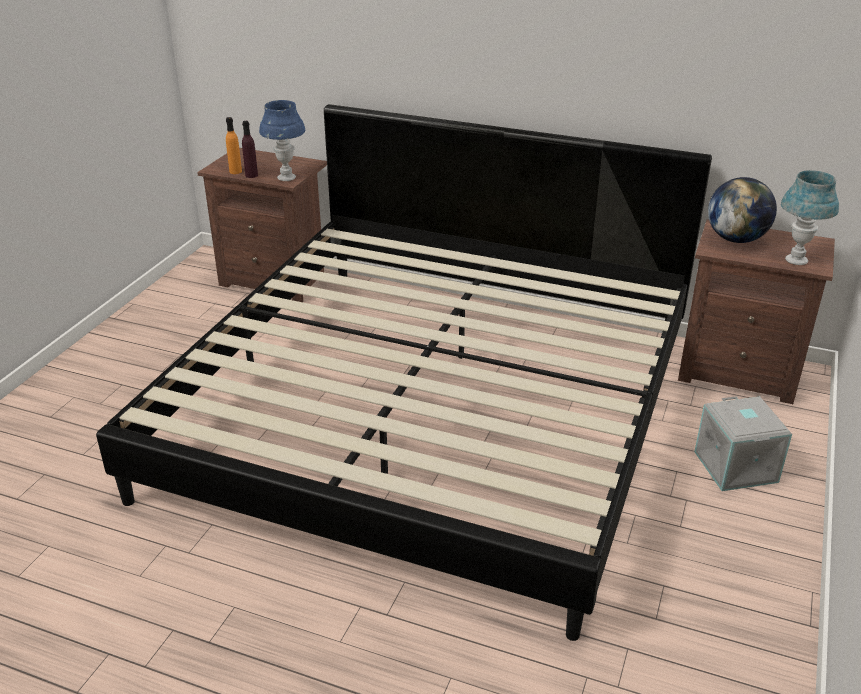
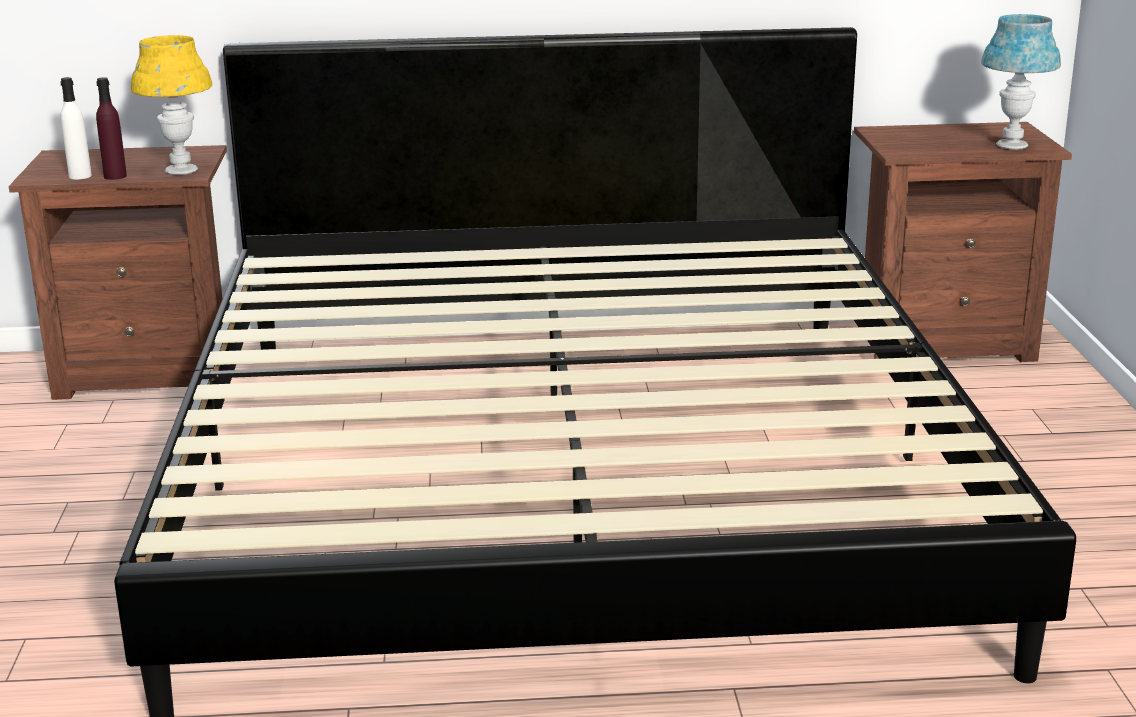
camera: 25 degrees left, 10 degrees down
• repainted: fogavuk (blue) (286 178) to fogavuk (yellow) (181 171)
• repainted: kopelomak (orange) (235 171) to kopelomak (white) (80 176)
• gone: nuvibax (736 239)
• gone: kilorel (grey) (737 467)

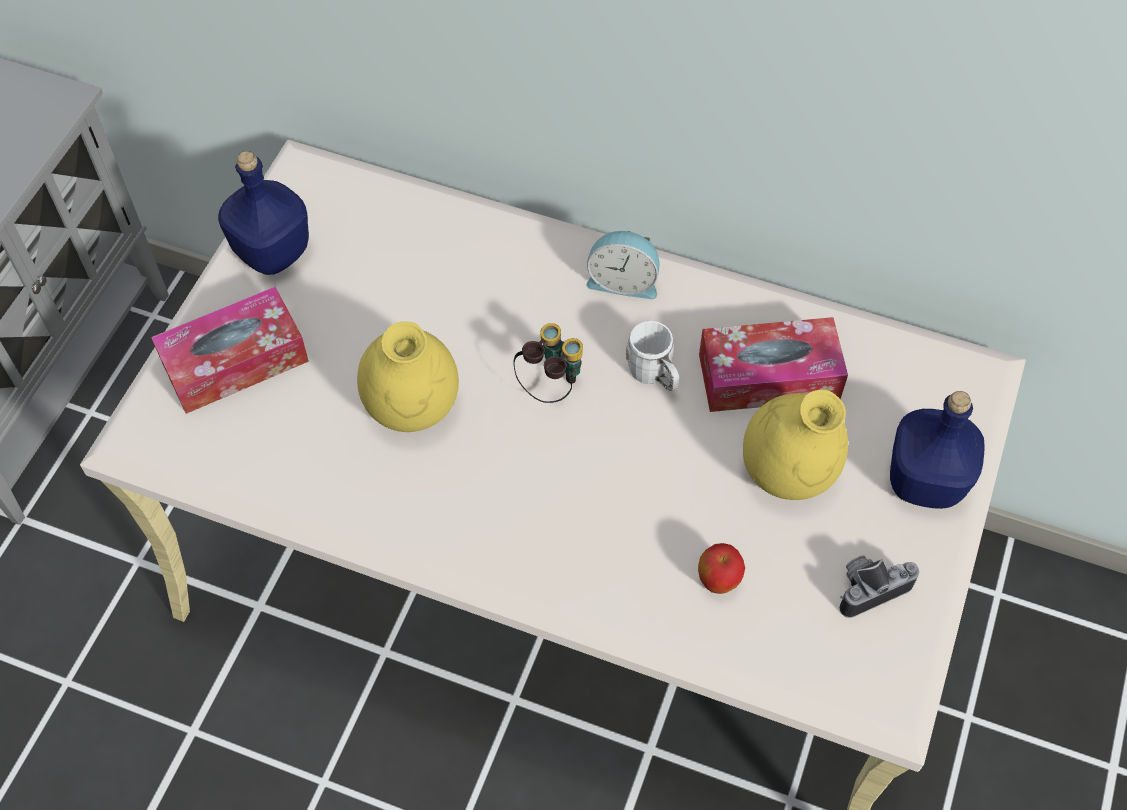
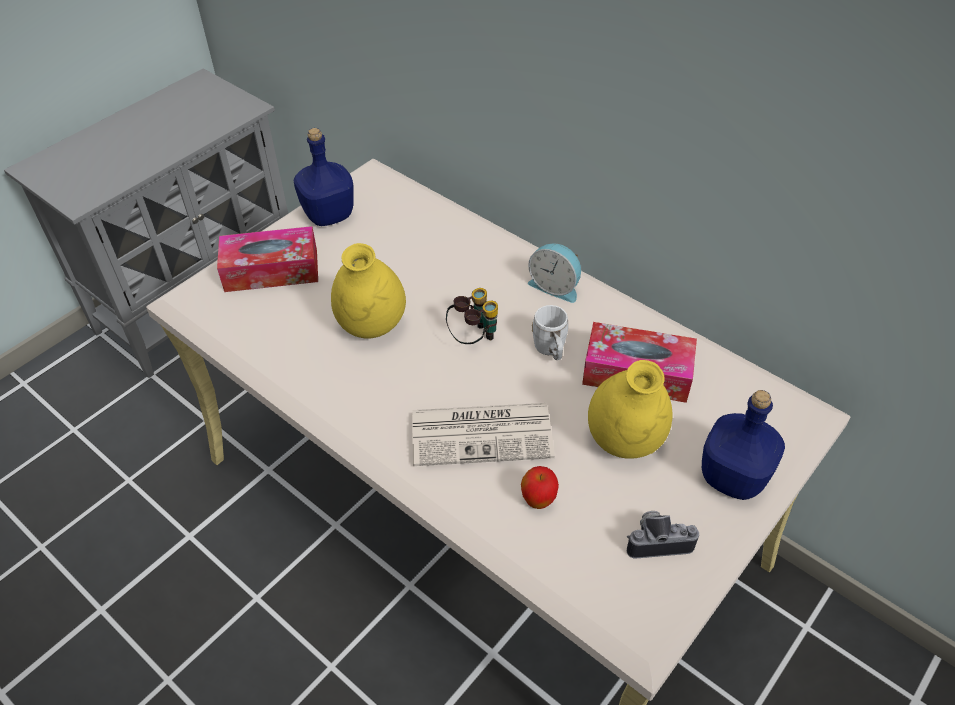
camera: 20 degrees right, 10 degrees down
• new: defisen (483 433)

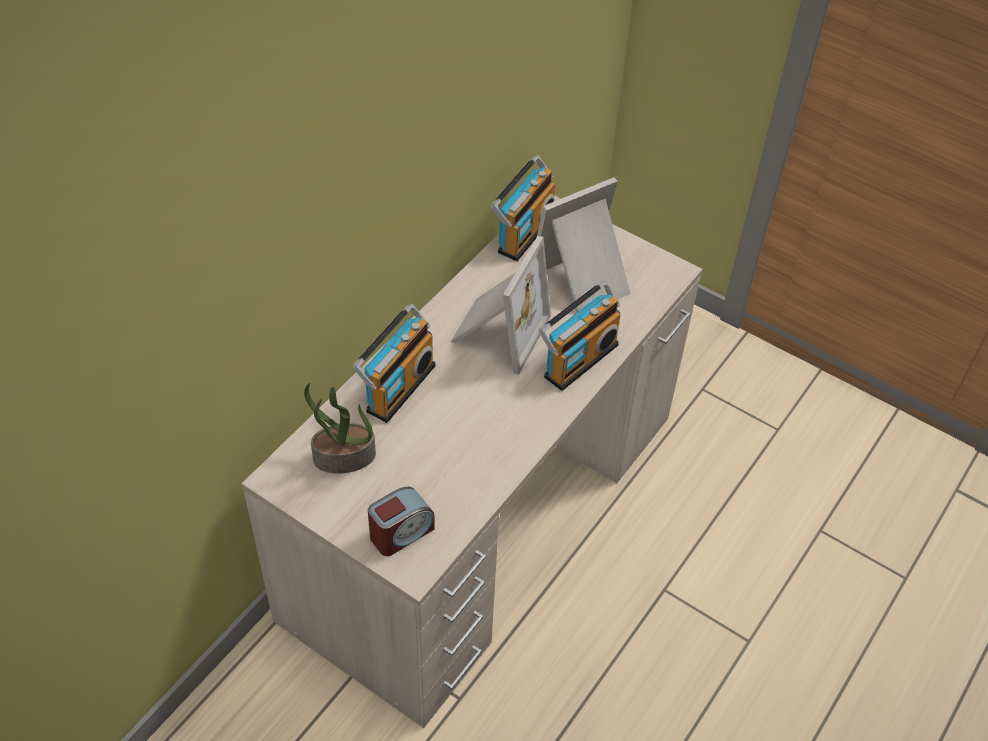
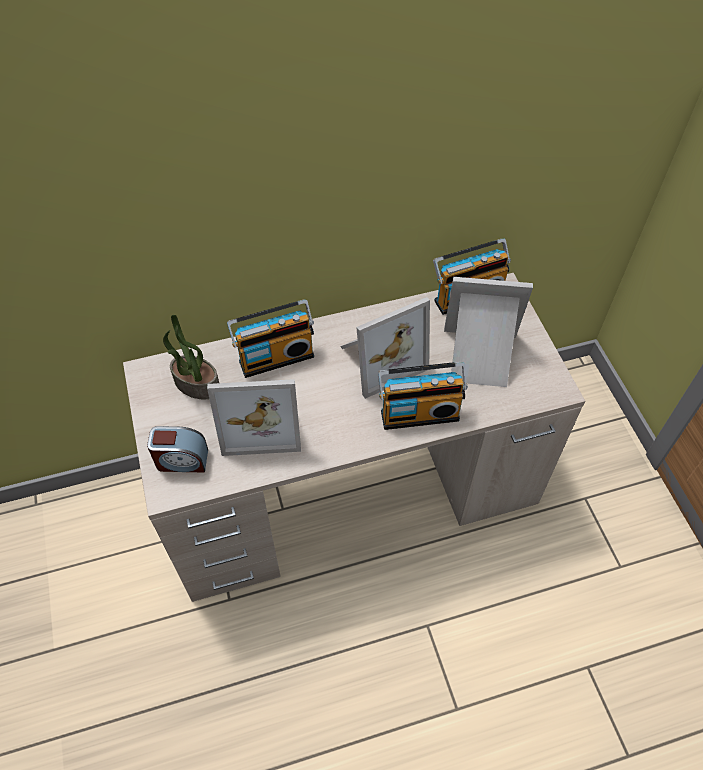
camera: 40 degrees right, 5 degrees up
• new: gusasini (261 421)

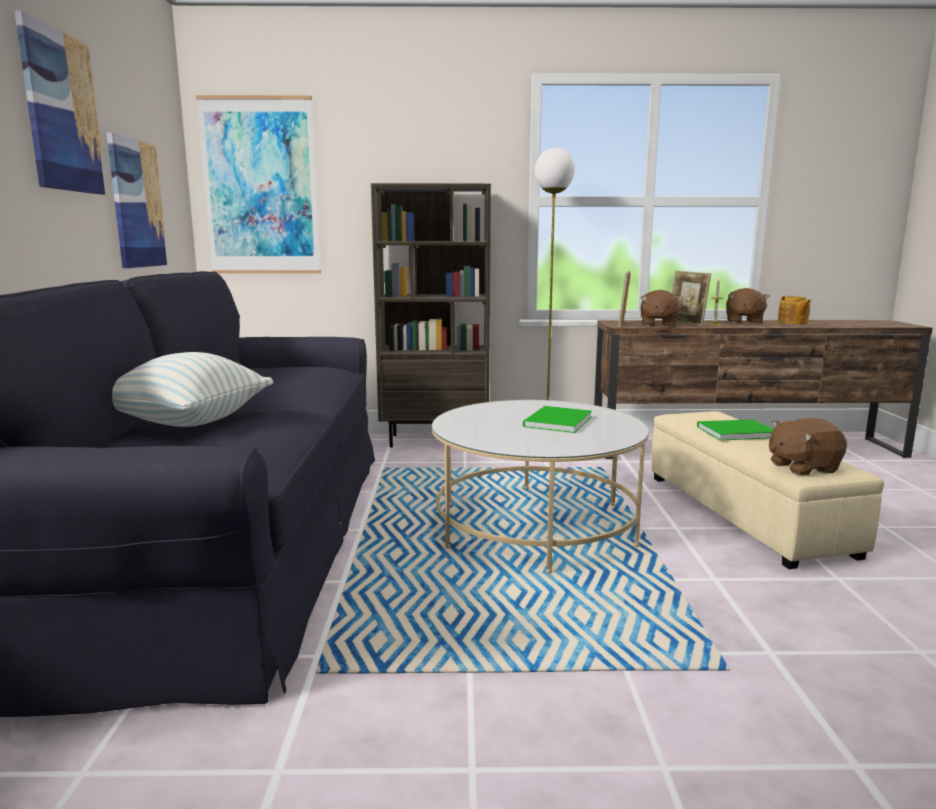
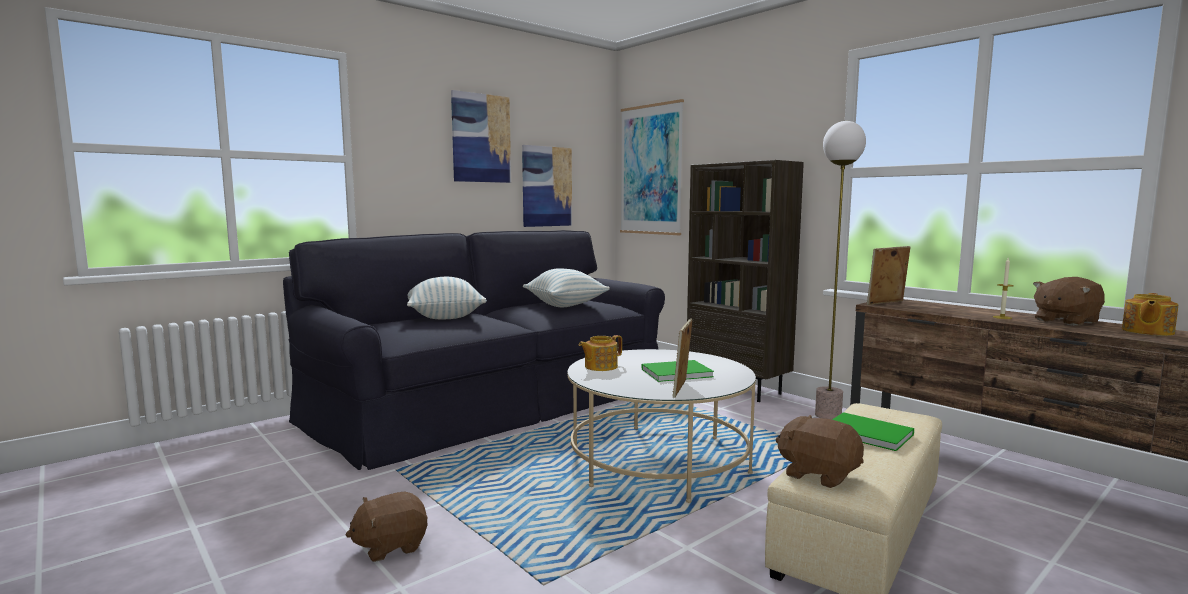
camera: 50 degrees right, 5 degrees down
• shifted: gusasini (686 323) to (681 389)
• shifted: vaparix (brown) (658 325) to (390 546)
• new: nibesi (565 305)
• new: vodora (600 367)

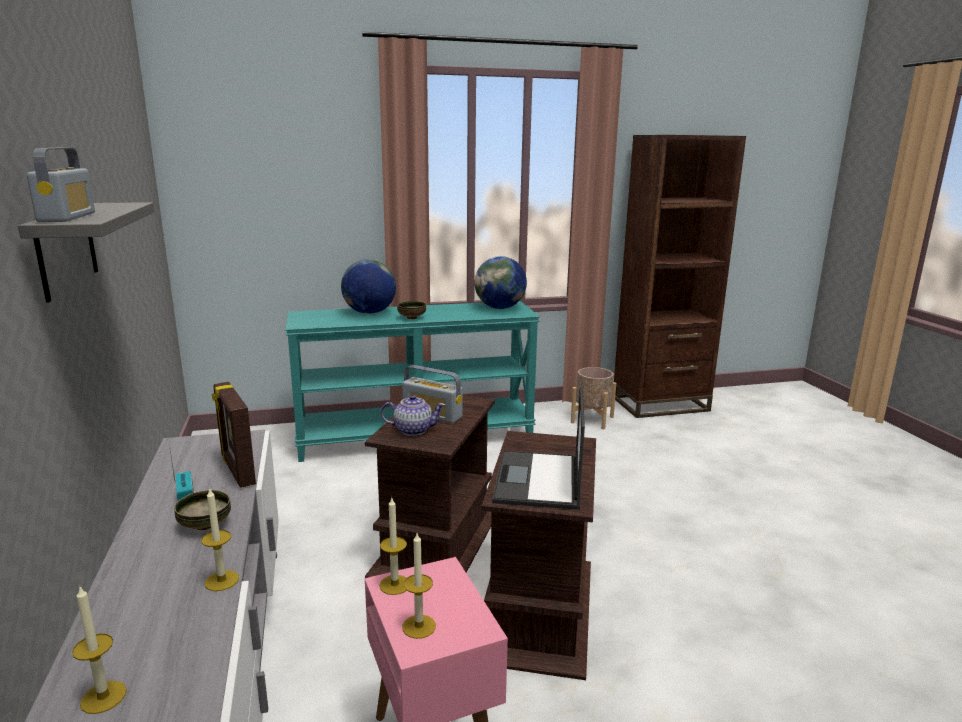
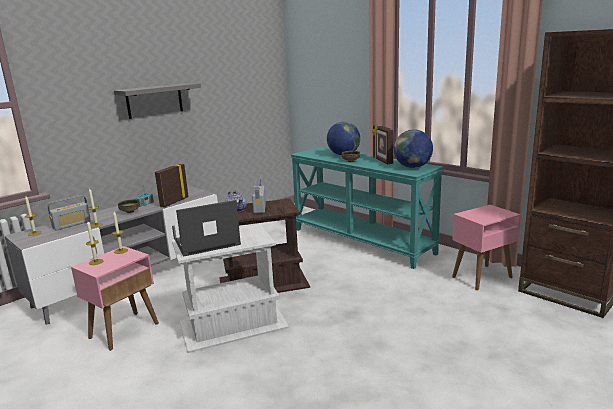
camera: 60 degrees right, 0 degrees up
• shifted: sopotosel (67 217) to (72 224)
• swapped: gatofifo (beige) (592 419) to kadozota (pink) (481 277)
• repainted: kadozota (brown) (538 607) to kadozota (white) (234 324)
• new: gusasini (382 161)

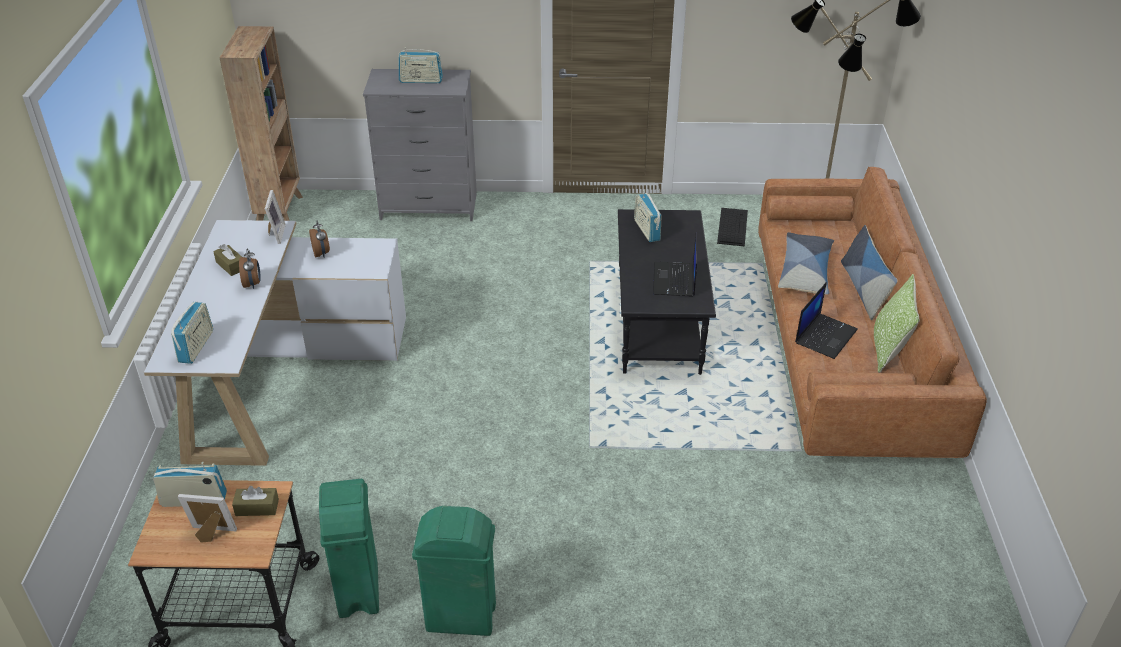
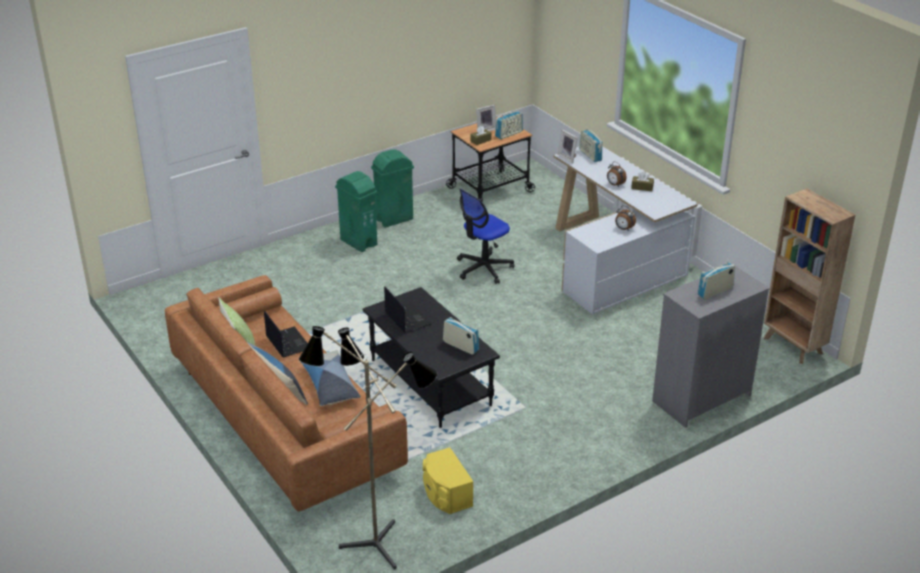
camera: 145 degrees right, 5 degrees down
• shifted: gusasini (275 234) to (568 157)
• swapped: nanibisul (732 226) to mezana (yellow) (445 494)
• rotated: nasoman (825 336) = (287 342) 150 degrees clockwise
• shifted: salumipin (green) (358 591) to (358 242)
• new: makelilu (483 268)

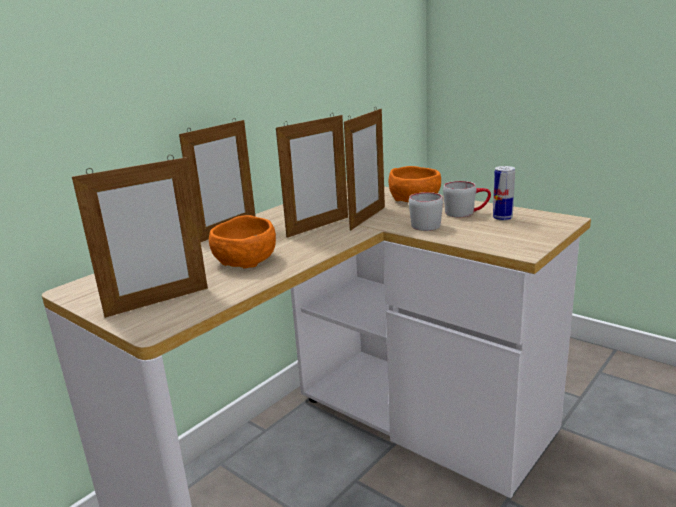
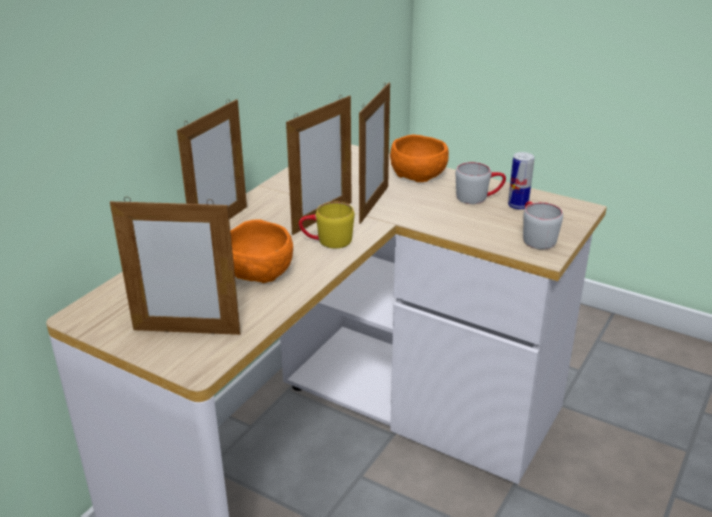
camera: 10 degrees left, 10 degrees up
• rotated: gusasini (158 302) = (186 331) 45 degrees clockwise
• shifted: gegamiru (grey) (423 223) to (535 237)
• new: gegamiru (yellow) (327 241)

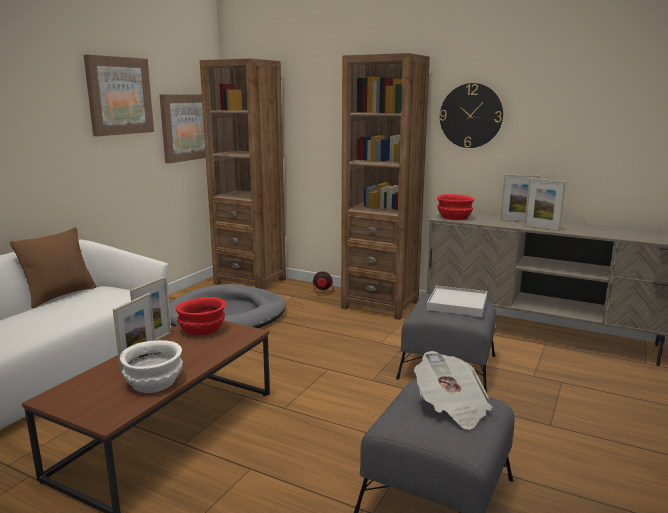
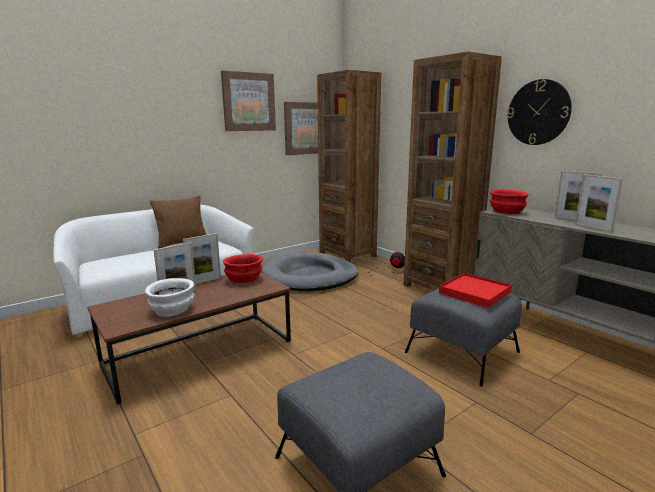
camera: 25 degrees right, 0 degrees up
• repainted: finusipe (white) (457 304) to finusipe (red) (475 292)
• gone: defisen (451 407)

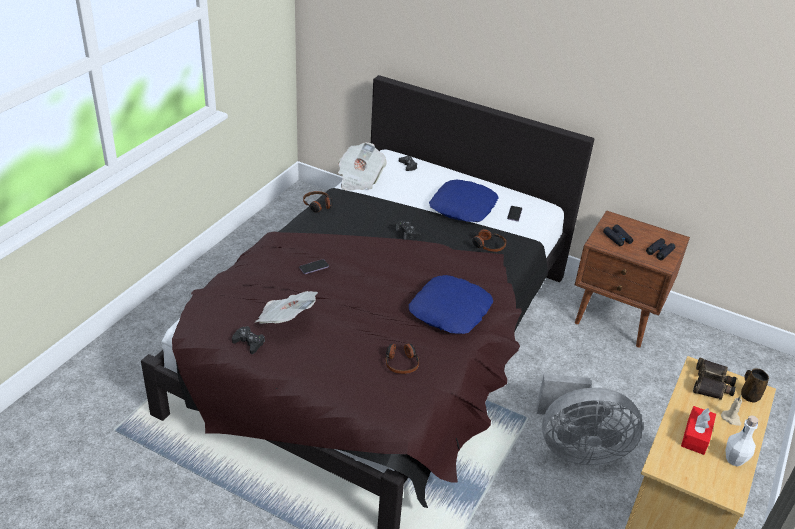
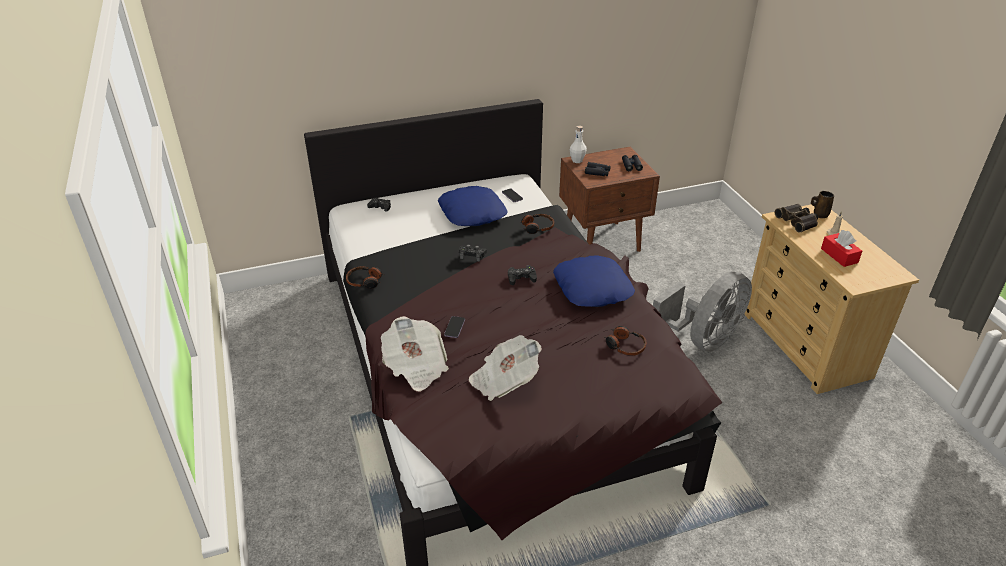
camera: 45 degrees left, 0 degrees up
• shifted: defisen (359 179) to (416 367)
• shifted: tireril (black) (249 343) to (521 278)
• shifted: kopelomak (white) (734 459) to (577 160)

